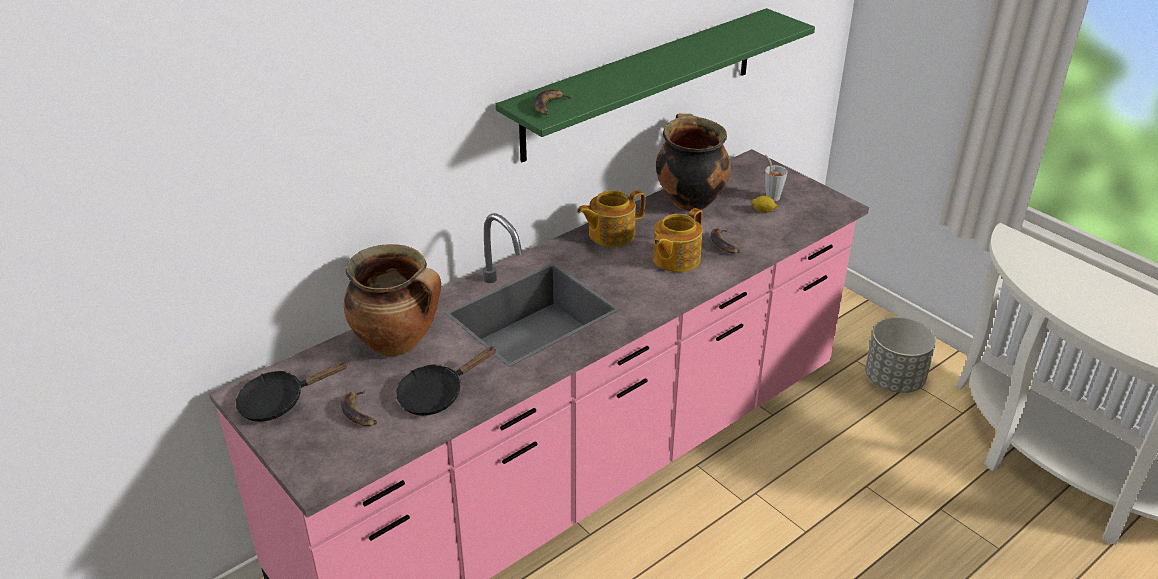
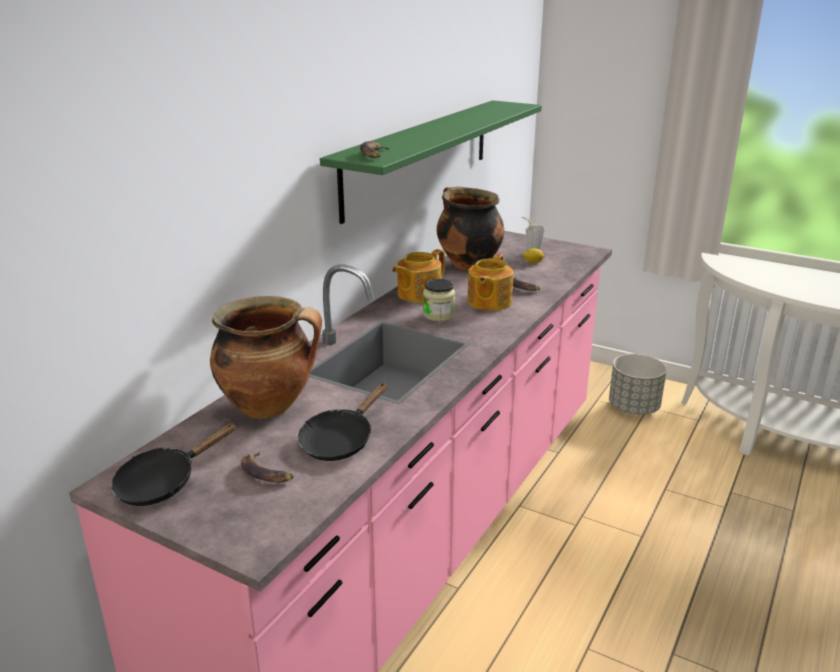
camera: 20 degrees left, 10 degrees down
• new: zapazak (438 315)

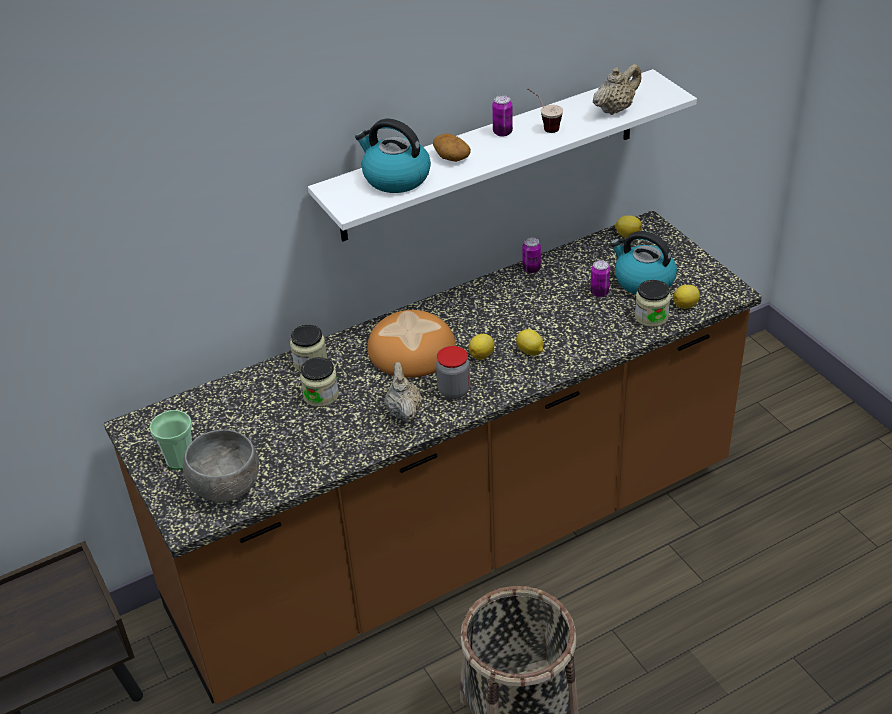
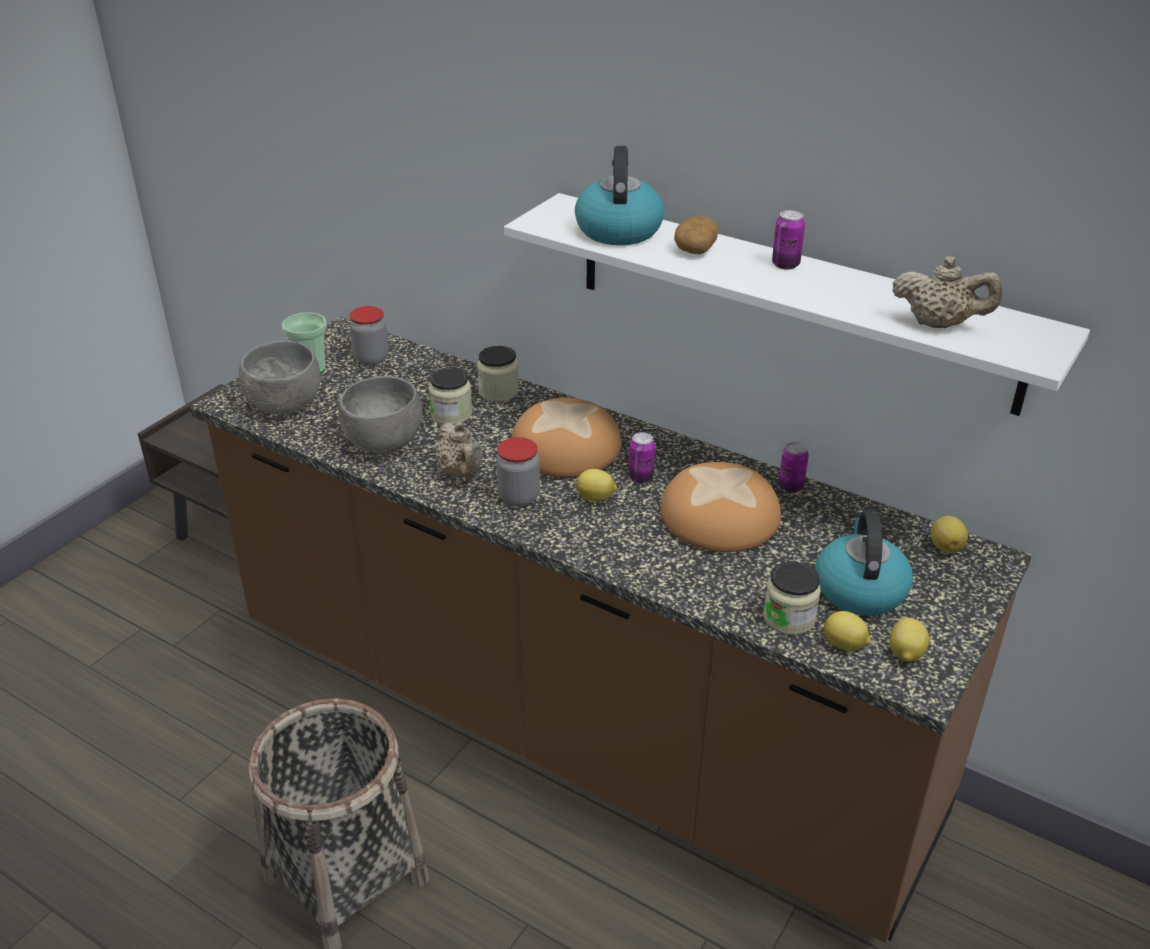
camera: 60 degrees right, 5 degrees down
• gone: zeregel (544 127)
• shifted: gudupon (599 293) to (640 477)
• shifted: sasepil (530 352) to (905 654)
• rotated: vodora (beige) (404 411) = (461 473) 105 degrees clockwise
• new: zapazak (371 358)
• new: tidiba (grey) (383 443)
• new: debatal (720 517)

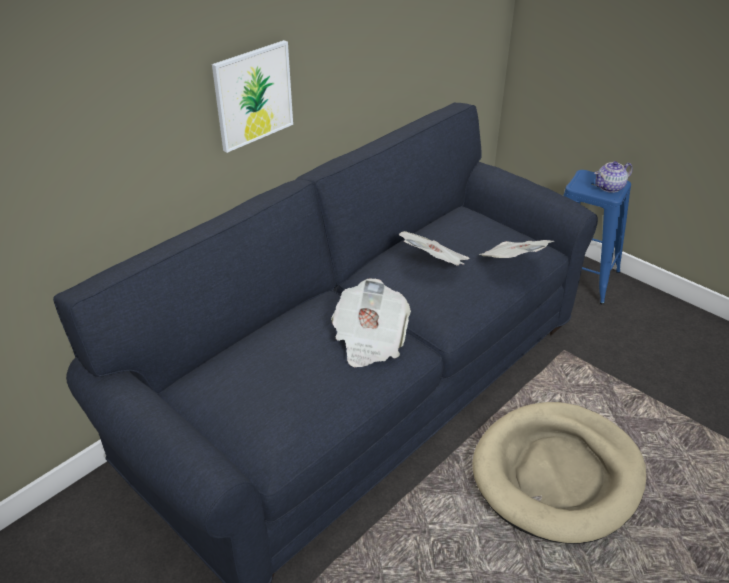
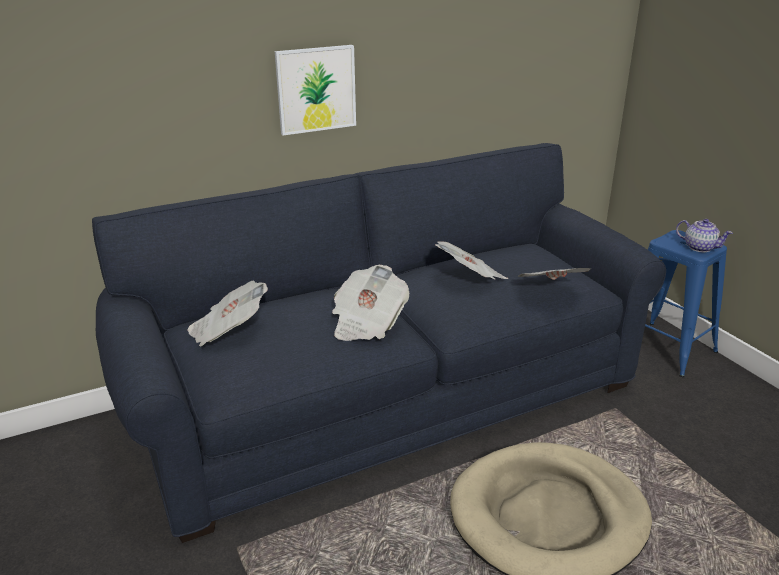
camera: 20 degrees right, 10 degrees down
• rotated: vodora (610 187) = (699 247) 135 degrees counterclockwise
• new: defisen (228 331)

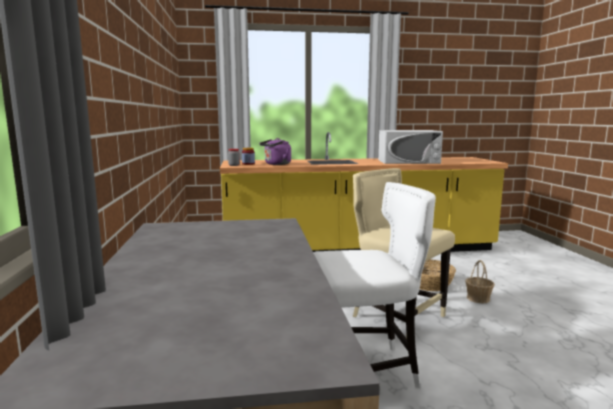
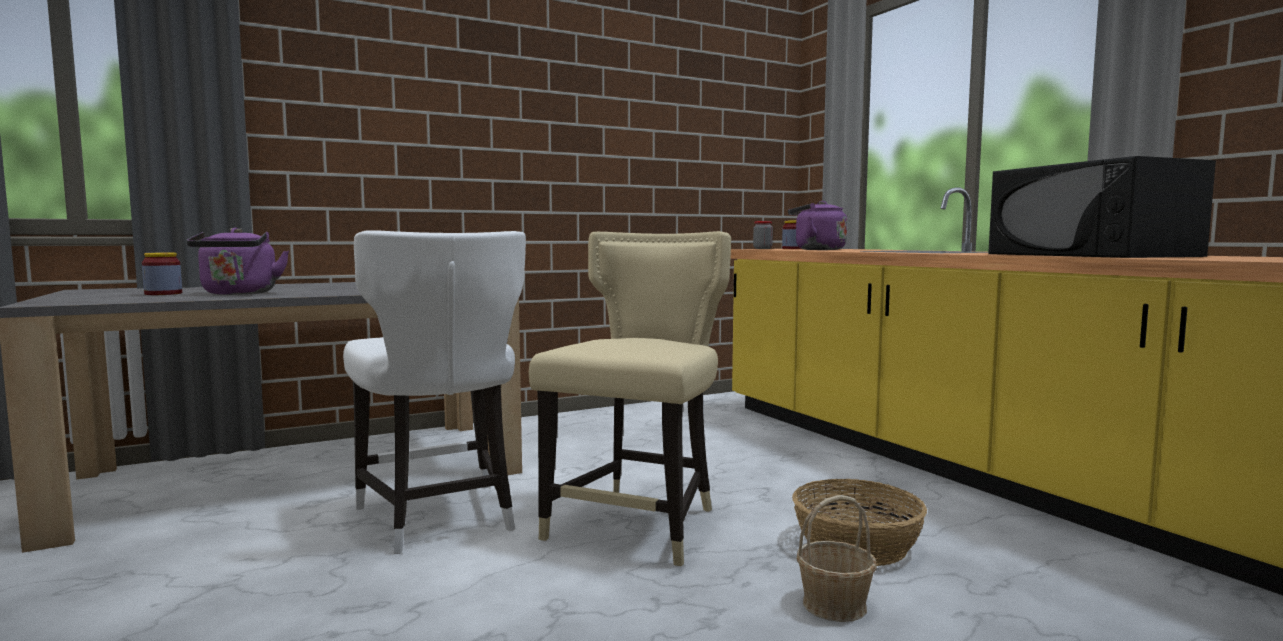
camera: 70 degrees right, 5 degrees down
• repainted: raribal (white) (408 161) to raribal (black) (1089 255)
• new: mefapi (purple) (239 293)
• new: zapazak (163 293)

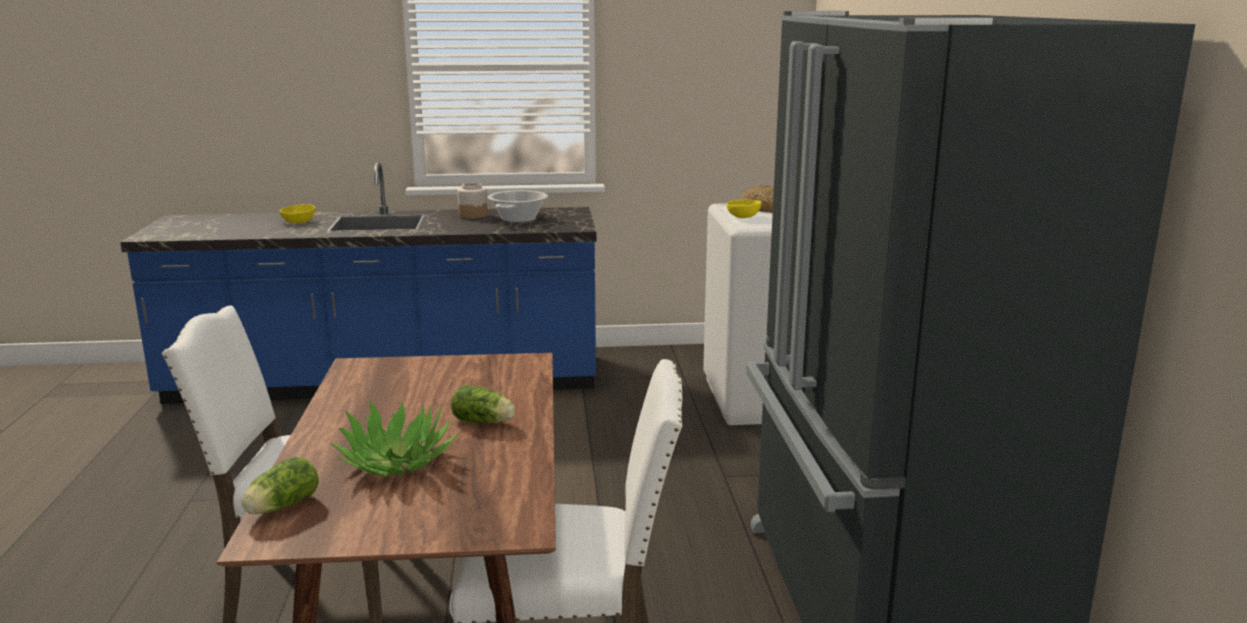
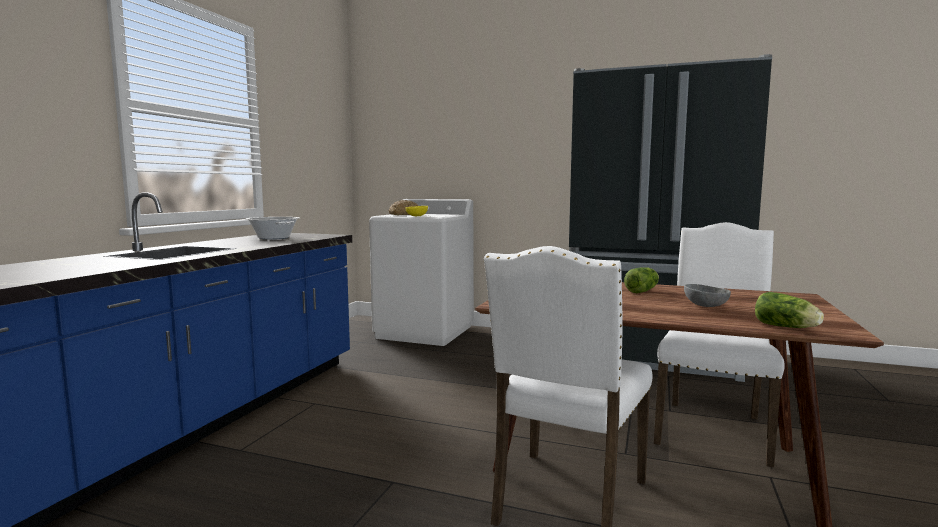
camera: 65 degrees left, 10 degrees down
• gone: zapazak (472 215)
• gone: tidiba (yellow) (298 222)
• swapped: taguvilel (396 462) to tidiba (grey) (706 306)

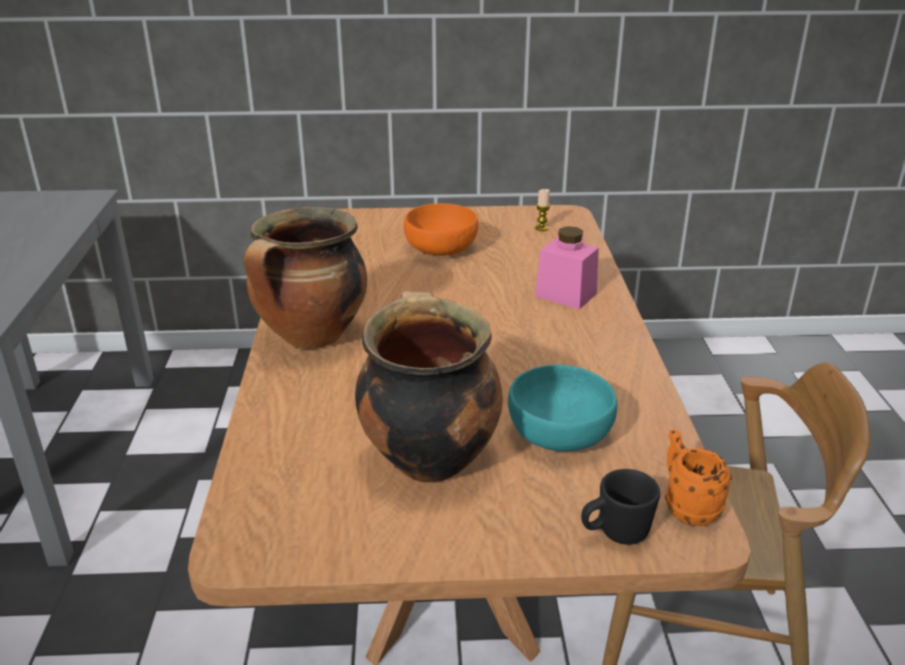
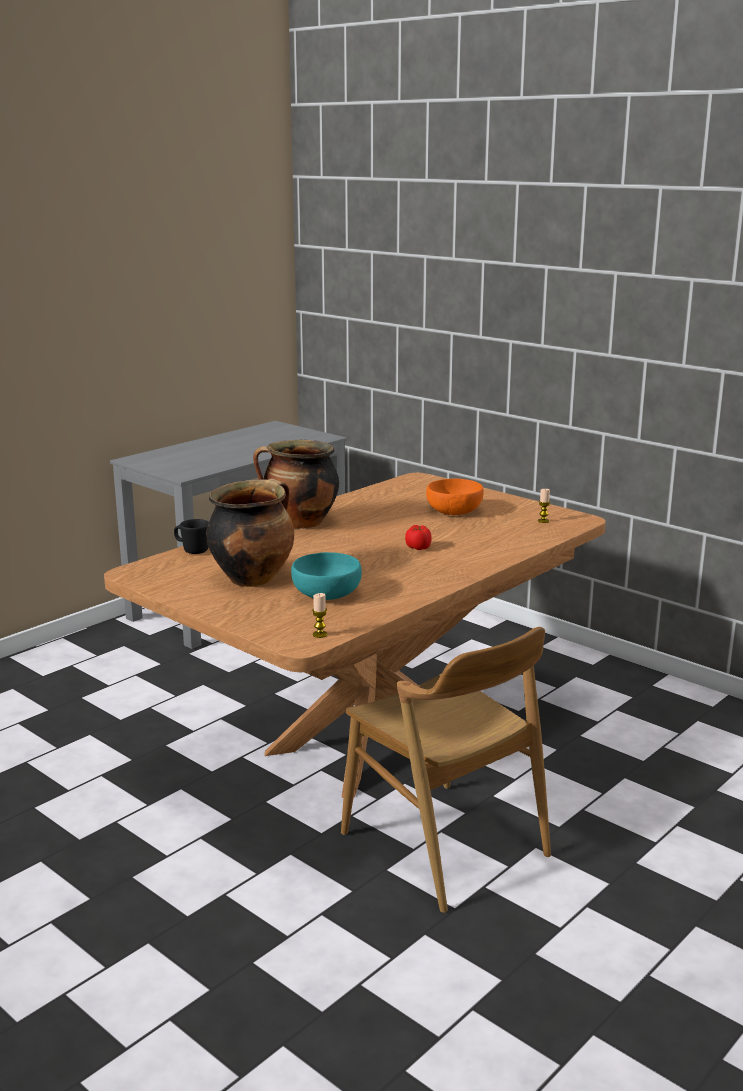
camera: 45 degrees right, 10 degrees down
• gone: zapazak (pink) (566 295)
• swapped: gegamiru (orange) (686 506) to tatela (320 634)
• shifted: gegamiru (black) (615 533) to (192 550)
• new: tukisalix (419 547)

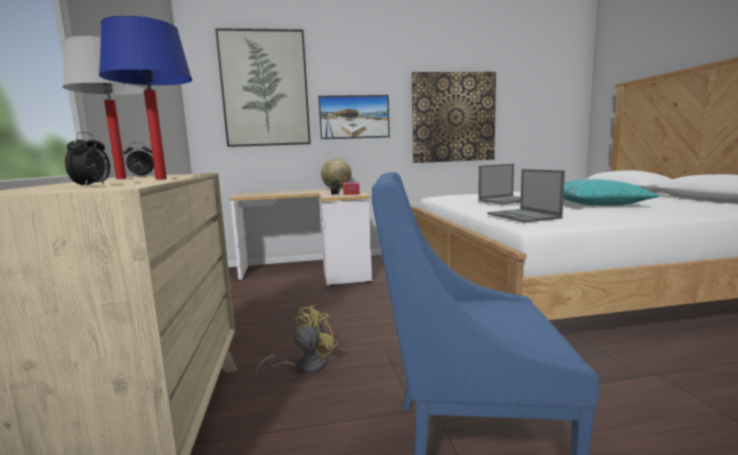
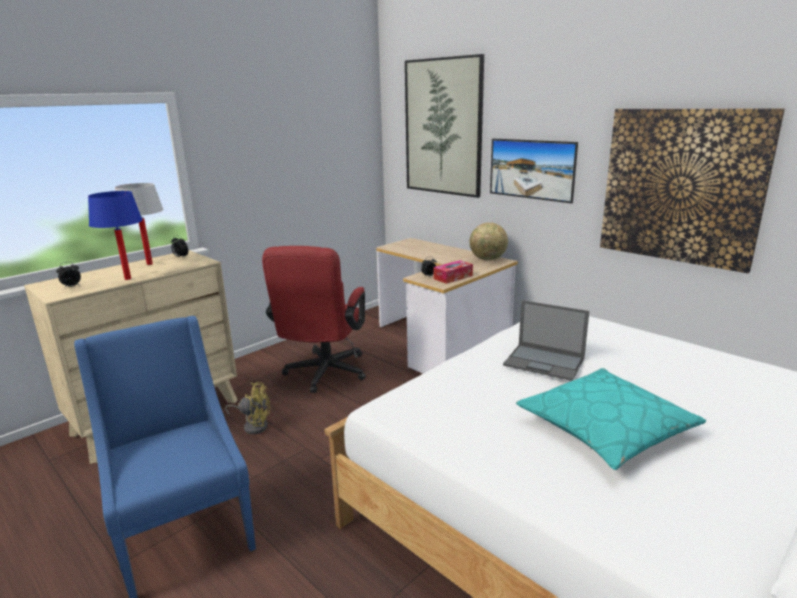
camera: 55 degrees right, 10 degrees up
• gone: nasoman (523 216)
• new: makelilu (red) (324 375)

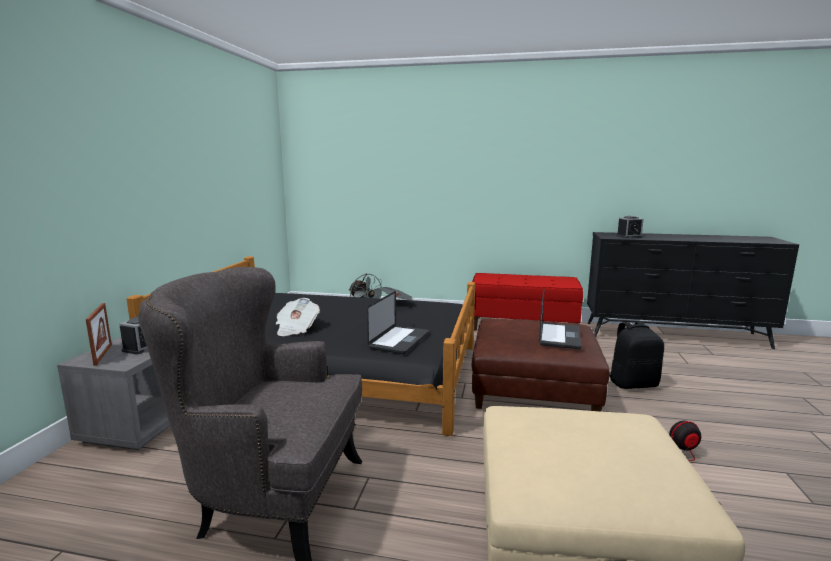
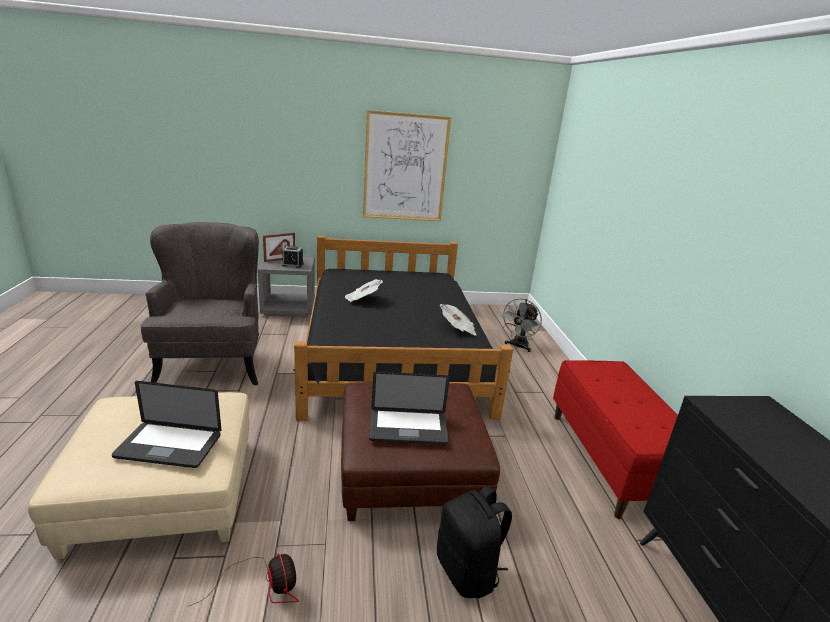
camera: 70 degrees right, 10 degrees up
• gone: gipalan (629 236)
• shifted: nasoman (399 340) to (169 446)
• new: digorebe (405 168)

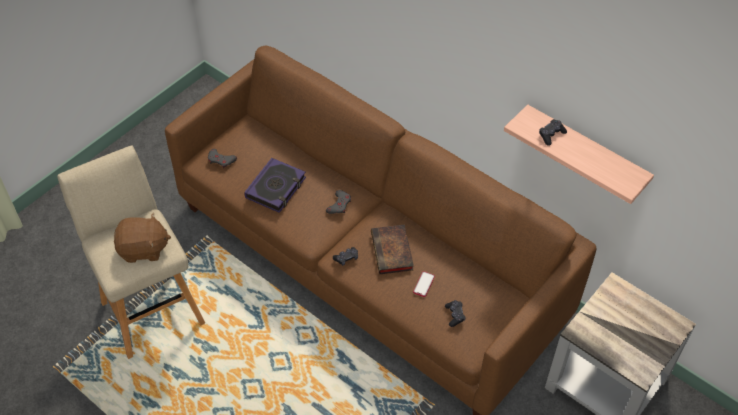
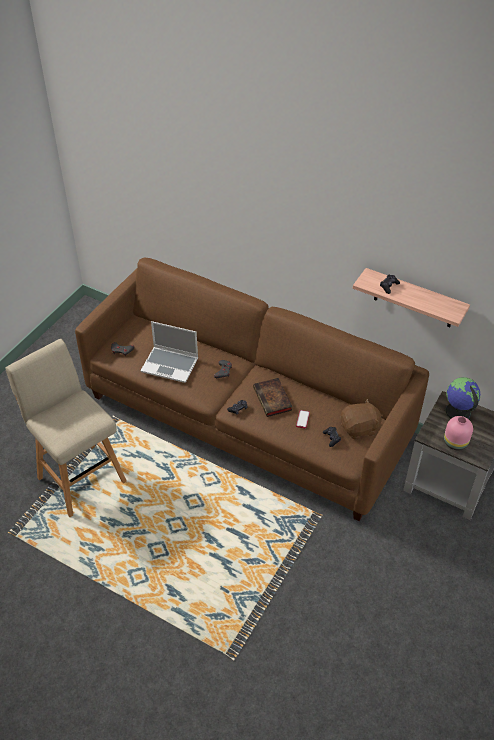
camera: 10 degrees left, 5 degrees down
• swapped: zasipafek (276 188) to nasoman (171 365)
• shifted: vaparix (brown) (143 249) to (359 428)
• new: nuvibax (457 412)
• new: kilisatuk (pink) (454 442)

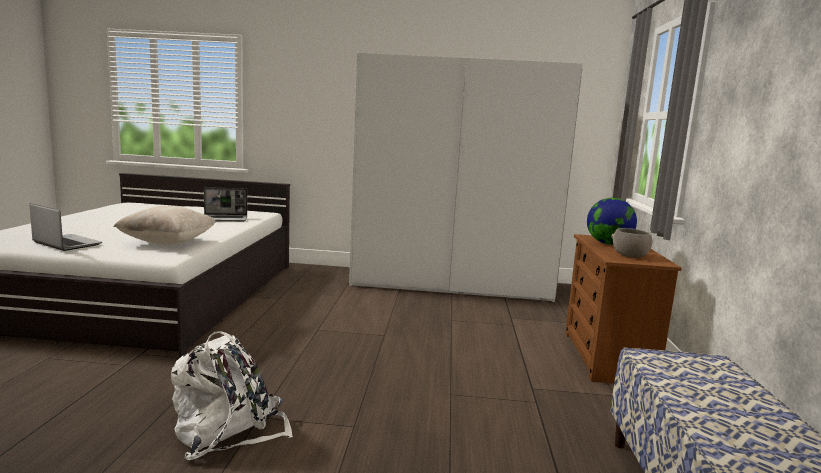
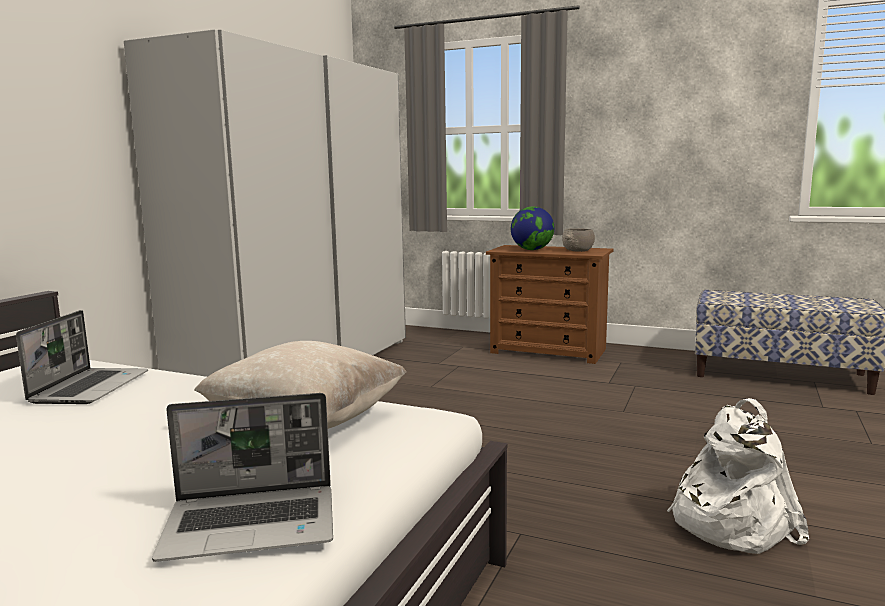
camera: 70 degrees left, 0 degrees up
• rotated: nasoman (66 244) = (253 524) 150 degrees counterclockwise

